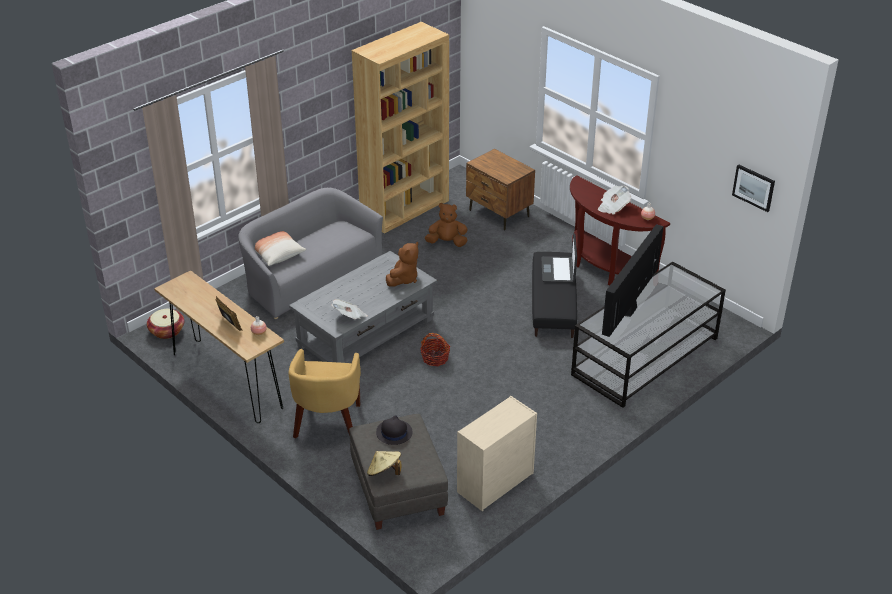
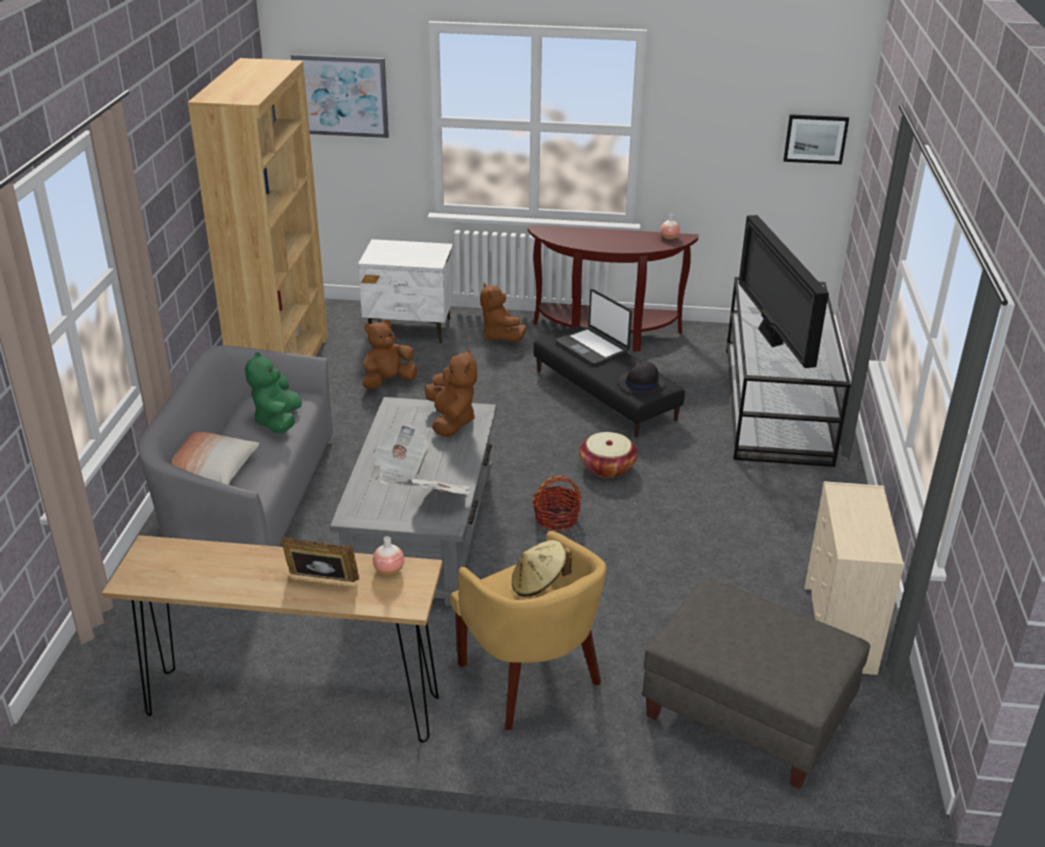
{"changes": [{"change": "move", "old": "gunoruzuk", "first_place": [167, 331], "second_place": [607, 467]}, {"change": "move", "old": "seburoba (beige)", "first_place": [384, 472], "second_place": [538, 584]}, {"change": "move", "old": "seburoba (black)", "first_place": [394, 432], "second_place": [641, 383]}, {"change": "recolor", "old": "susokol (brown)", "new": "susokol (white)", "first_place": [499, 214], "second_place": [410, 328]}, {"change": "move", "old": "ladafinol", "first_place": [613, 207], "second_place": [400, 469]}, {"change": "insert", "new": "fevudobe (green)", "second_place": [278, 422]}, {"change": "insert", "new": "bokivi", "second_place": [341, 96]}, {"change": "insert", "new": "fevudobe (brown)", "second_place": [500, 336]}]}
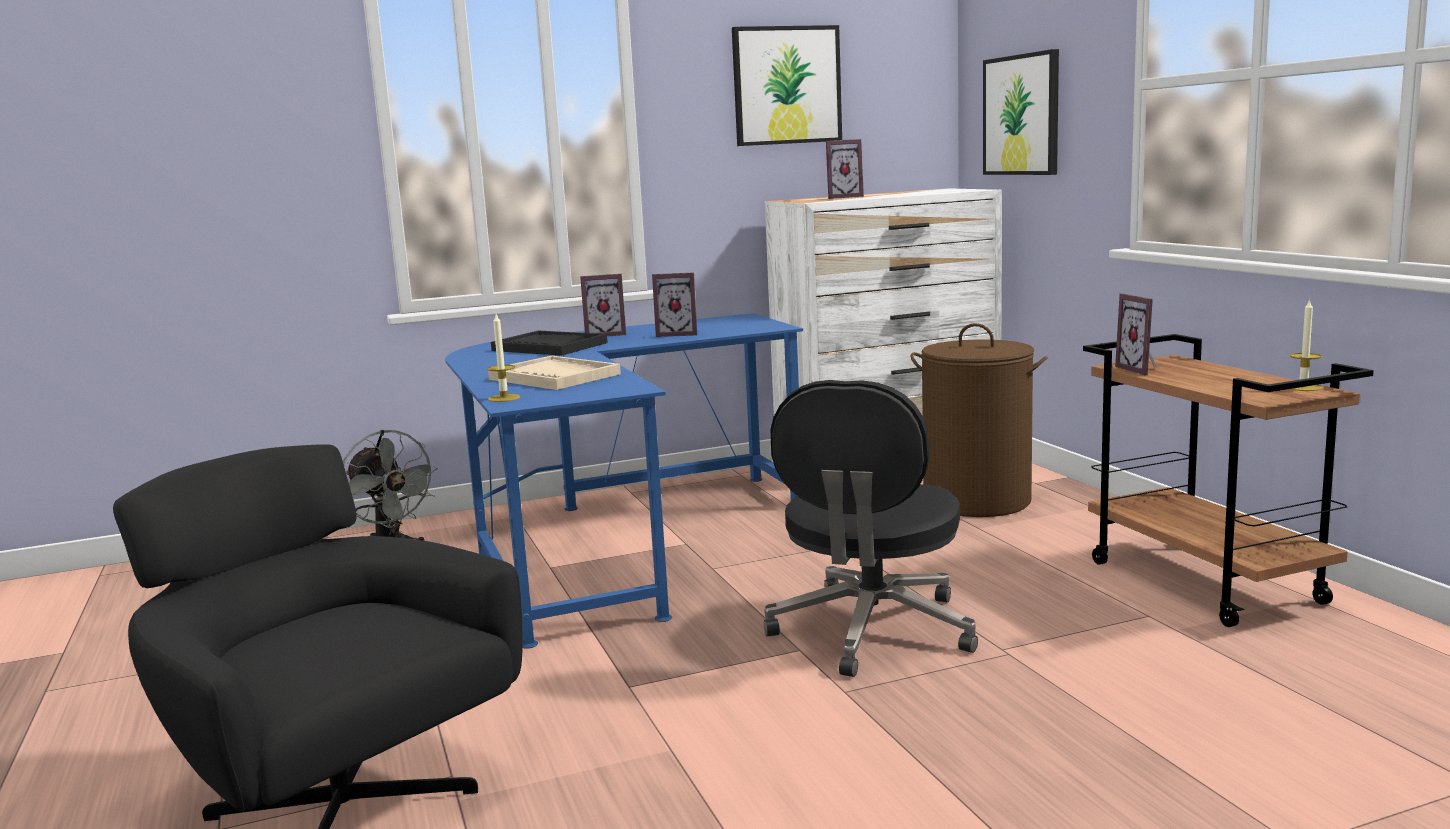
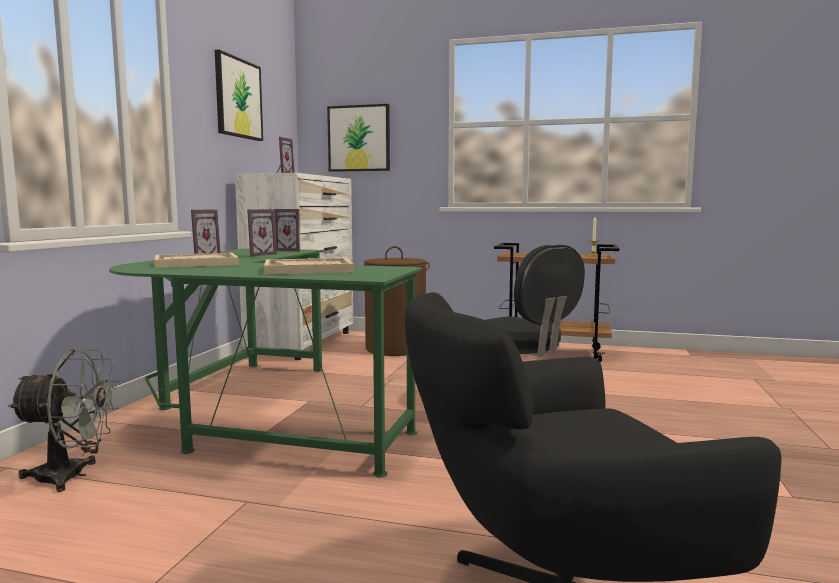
{"changes": [{"change": "recolor", "old": "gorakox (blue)", "new": "gorakox (green)", "first_place": [614, 542], "second_place": [259, 413]}, {"change": "delete", "old": "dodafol", "first_place": [504, 398]}, {"change": "recolor", "old": "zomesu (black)", "new": "zomesu (beige)", "first_place": [549, 347], "second_place": [196, 263]}, {"change": "move", "old": "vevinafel", "first_place": [1142, 369], "second_place": [291, 250]}]}
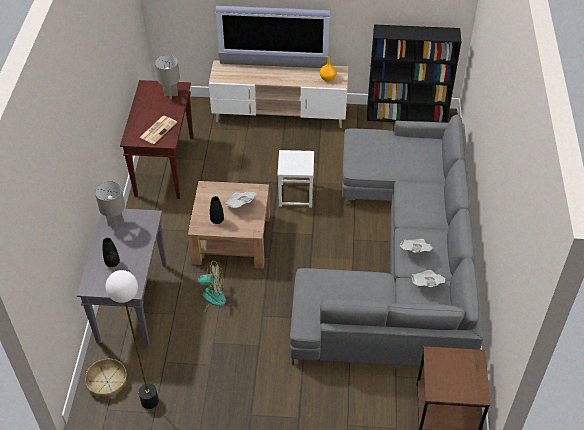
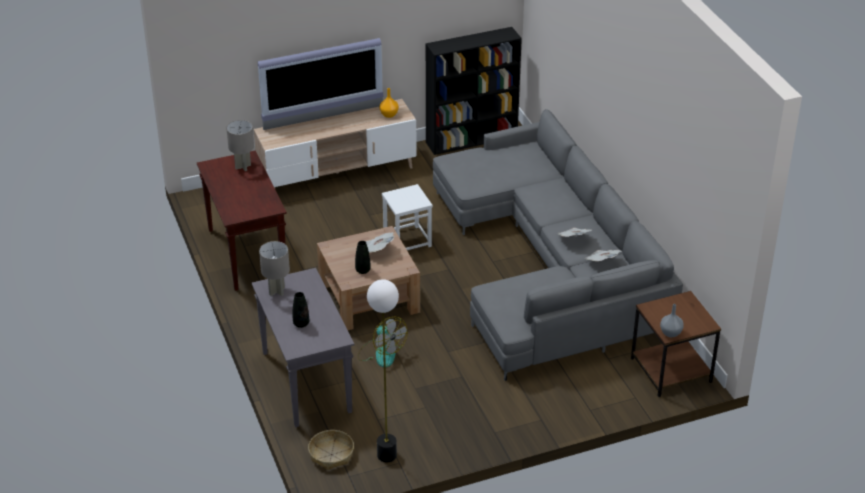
{"changes": [{"change": "delete", "old": "ladafinol", "first_place": [158, 129]}, {"change": "rotate", "old": "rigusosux", "first_place": [208, 296], "second_place": [381, 353], "degrees": 75}, {"change": "insert", "new": "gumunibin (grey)", "second_place": [670, 333]}]}
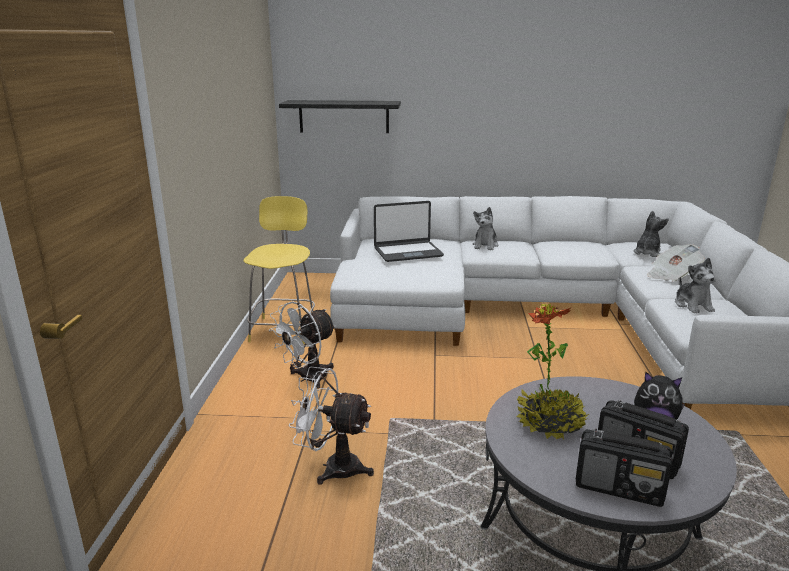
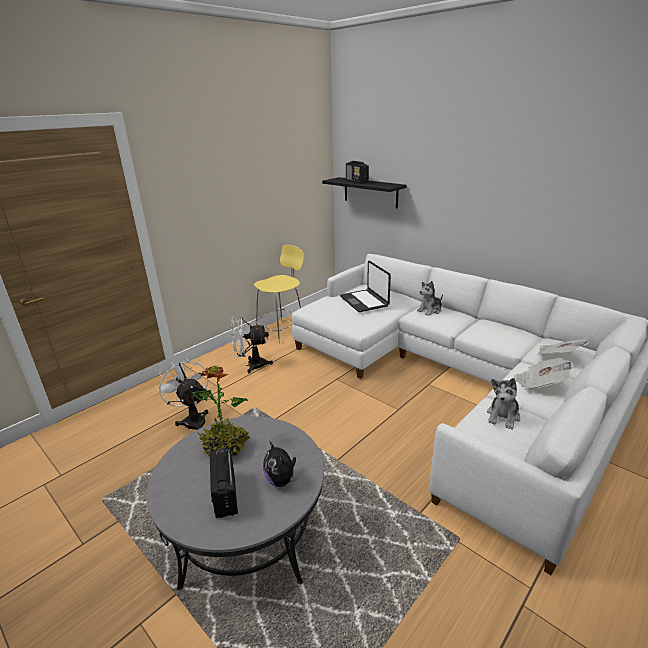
{"changes": [{"change": "rotate", "old": "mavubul", "first_place": [408, 252], "second_place": [364, 301], "degrees": 45}, {"change": "move", "old": "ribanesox", "first_place": [620, 488], "second_place": [357, 182]}, {"change": "replace", "old": "fevudobe", "new": "ladafinol", "first_place": [647, 253], "second_place": [558, 356]}]}
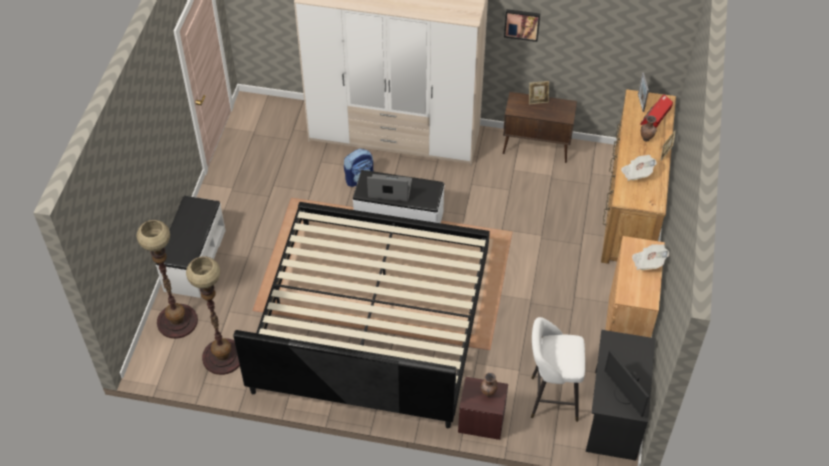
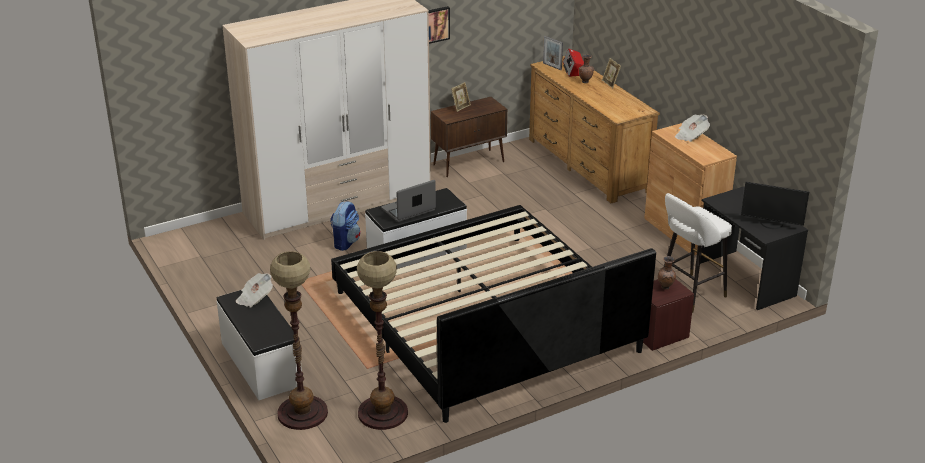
{"changes": [{"change": "move", "old": "ladafinol", "first_place": [637, 173], "second_place": [255, 298]}]}
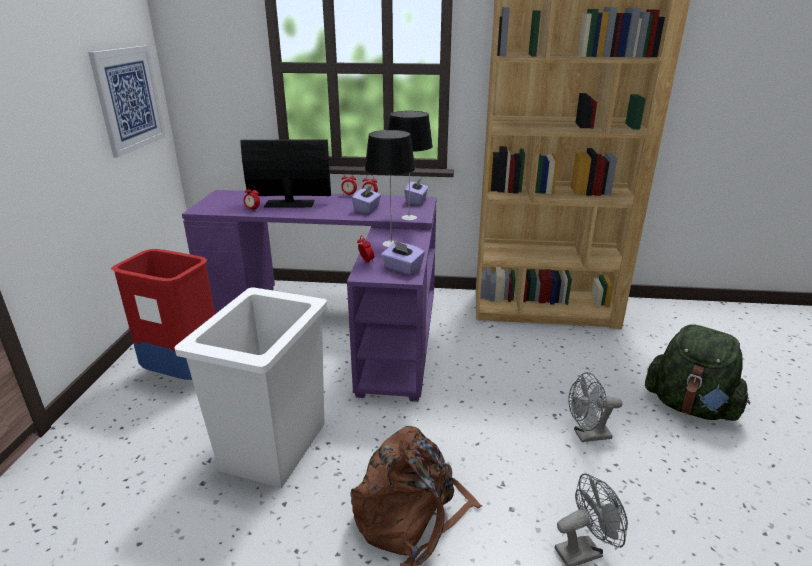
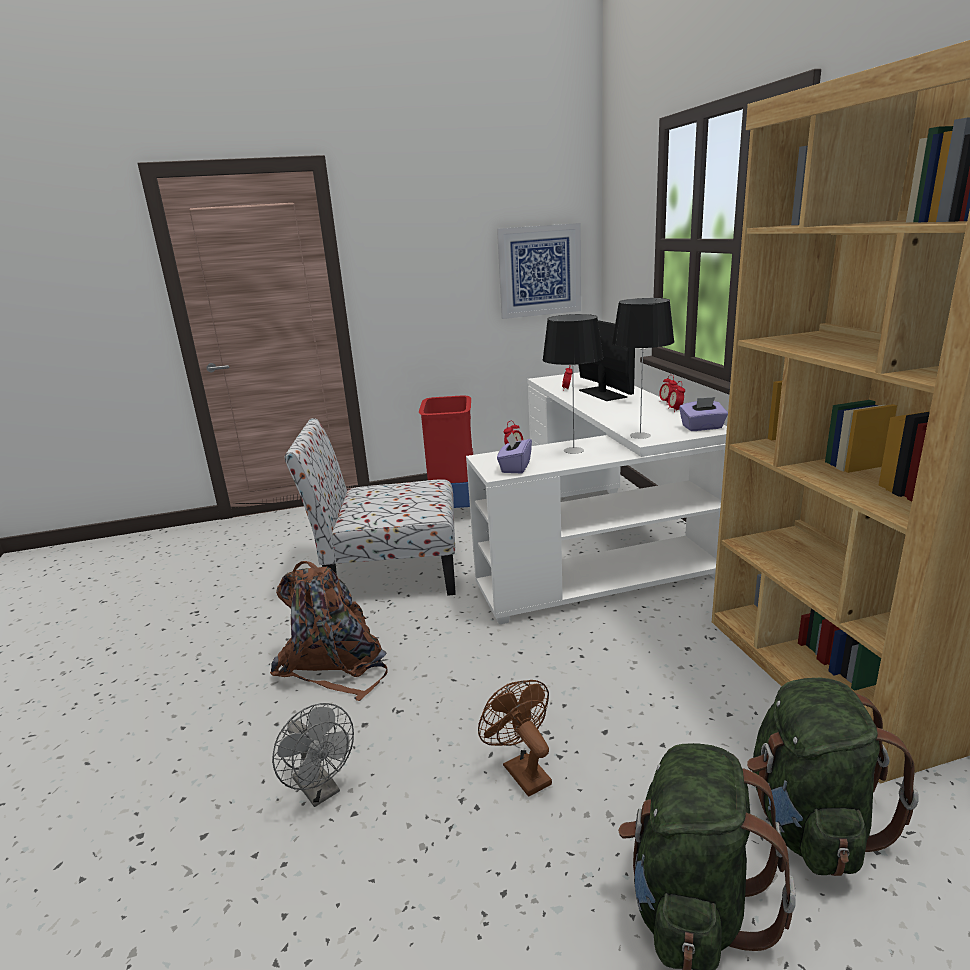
{"changes": [{"change": "replace", "old": "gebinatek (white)", "new": "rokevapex", "first_place": [272, 447], "second_place": [389, 573]}, {"change": "recolor", "old": "gorakox (purple)", "new": "gorakox (white)", "first_place": [340, 322], "second_place": [600, 541]}, {"change": "delete", "old": "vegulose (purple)", "first_place": [367, 209]}, {"change": "recolor", "old": "rigusosux (grey)", "new": "rigusosux (brown)", "first_place": [587, 435], "second_place": [521, 770]}, {"change": "insert", "new": "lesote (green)", "second_place": [809, 823]}]}
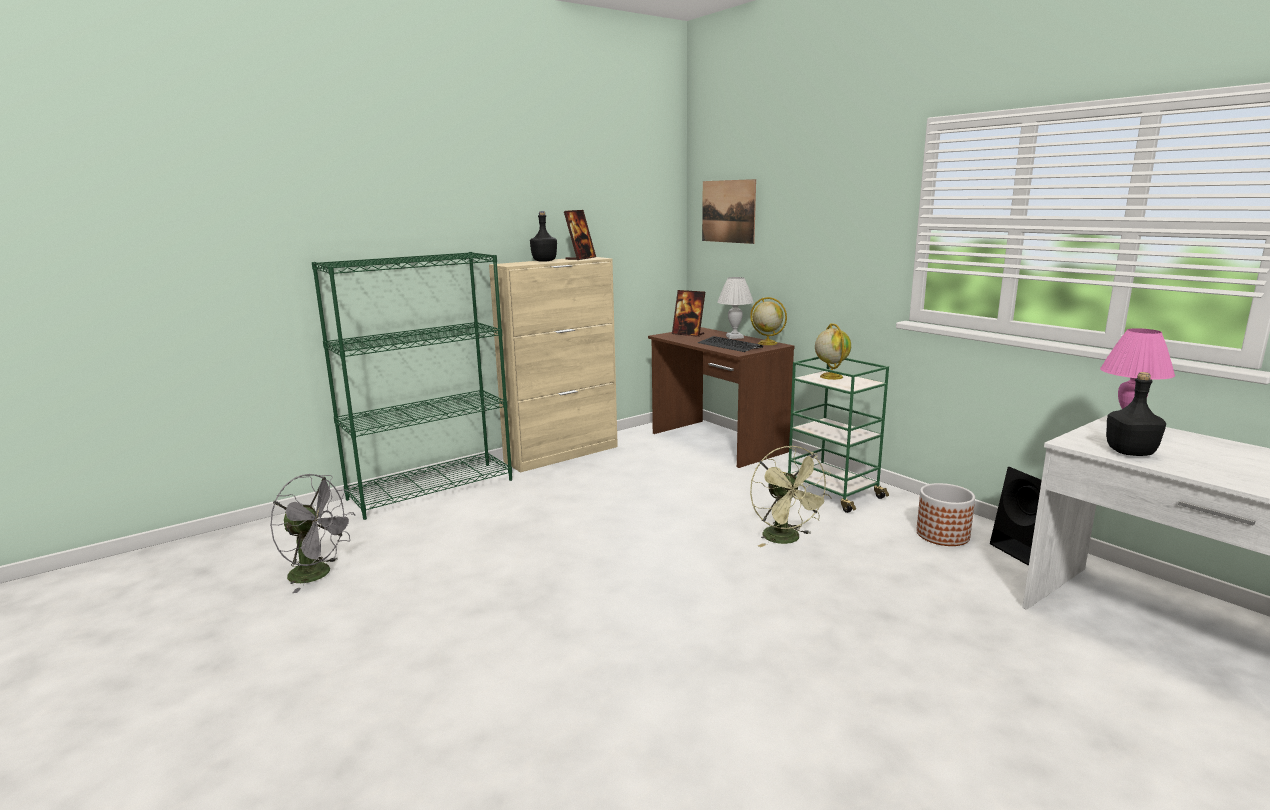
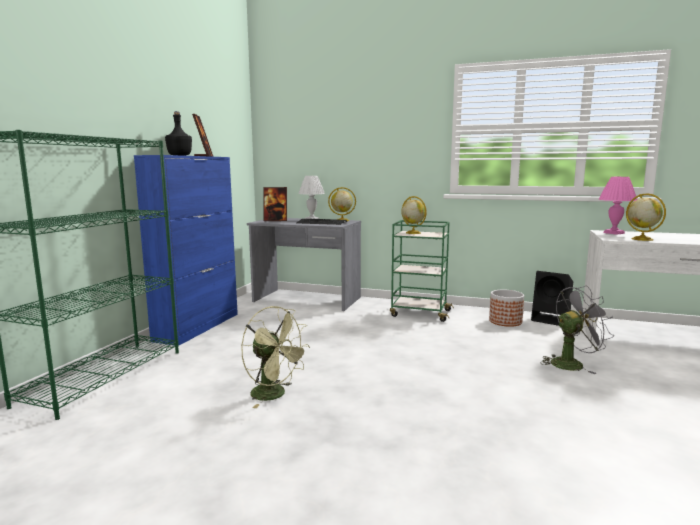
{"changes": [{"change": "move", "old": "rigusosux (grey)", "first_place": [318, 574], "second_place": [572, 363]}, {"change": "recolor", "old": "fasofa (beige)", "new": "fasofa (blue)", "first_place": [562, 454], "second_place": [198, 326]}, {"change": "recolor", "old": "gorakox (brown)", "new": "gorakox (grey)", "first_place": [717, 442], "second_place": [307, 300]}, {"change": "delete", "old": "bokivi", "first_place": [728, 211]}, {"change": "move", "old": "rigusosux (green)", "first_place": [787, 539], "second_place": [275, 395]}, {"change": "replace", "old": "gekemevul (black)", "new": "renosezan", "first_place": [1129, 452], "second_place": [641, 239]}]}
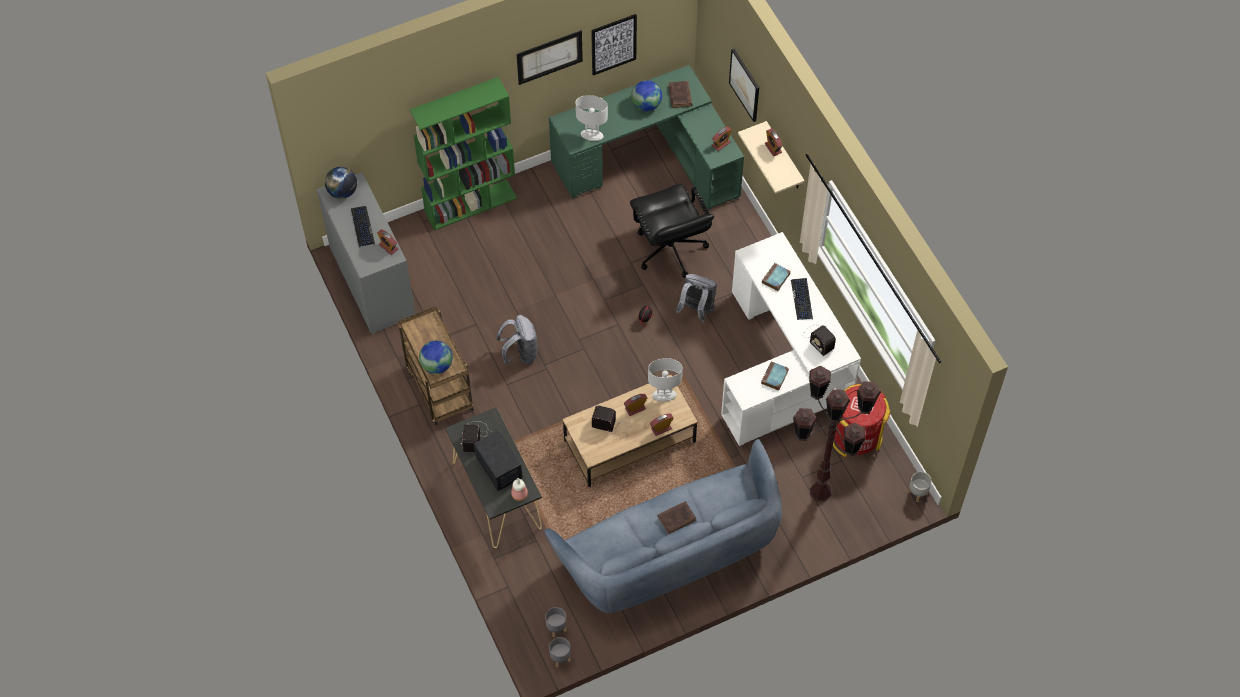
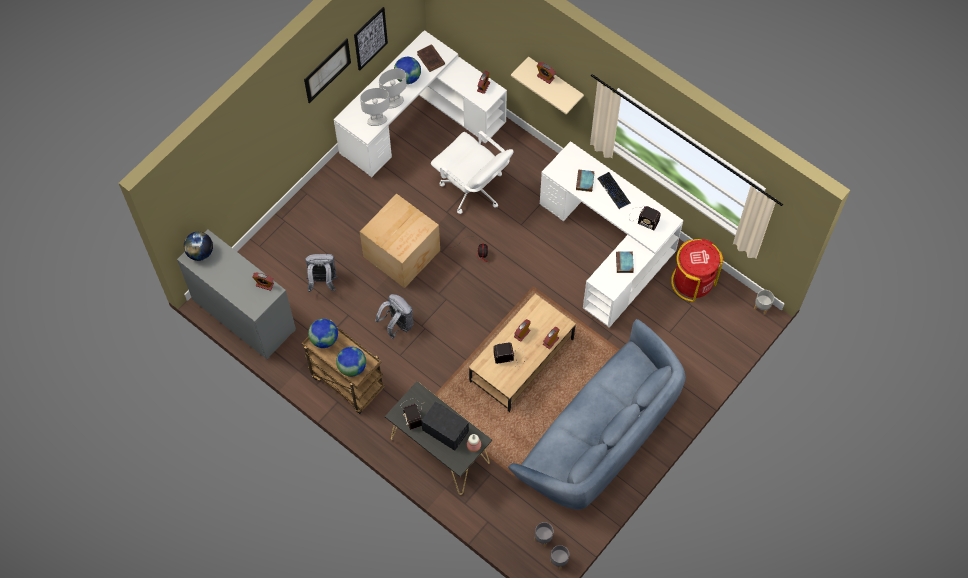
{"changes": [{"change": "delete", "old": "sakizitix", "first_place": [362, 227]}, {"change": "delete", "old": "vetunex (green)", "first_place": [471, 204]}, {"change": "recolor", "old": "gorakox (green)", "new": "gorakox (white)", "first_place": [651, 161], "second_place": [419, 121]}, {"change": "recolor", "old": "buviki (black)", "new": "buviki (white)", "first_place": [670, 250], "second_place": [472, 189]}, {"change": "move", "old": "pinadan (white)", "first_place": [664, 395], "second_place": [394, 102]}, {"change": "delete", "old": "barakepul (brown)", "first_place": [677, 518]}, {"change": "move", "old": "lesote (grey)", "first_place": [696, 310], "second_place": [323, 281]}, {"change": "delete", "old": "bokivi", "first_place": [745, 84]}, {"change": "delete", "old": "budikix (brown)", "first_place": [820, 492]}, {"change": "insert", "new": "renosezan", "second_place": [324, 339]}, {"change": "insert", "new": "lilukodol", "second_place": [403, 253]}]}
